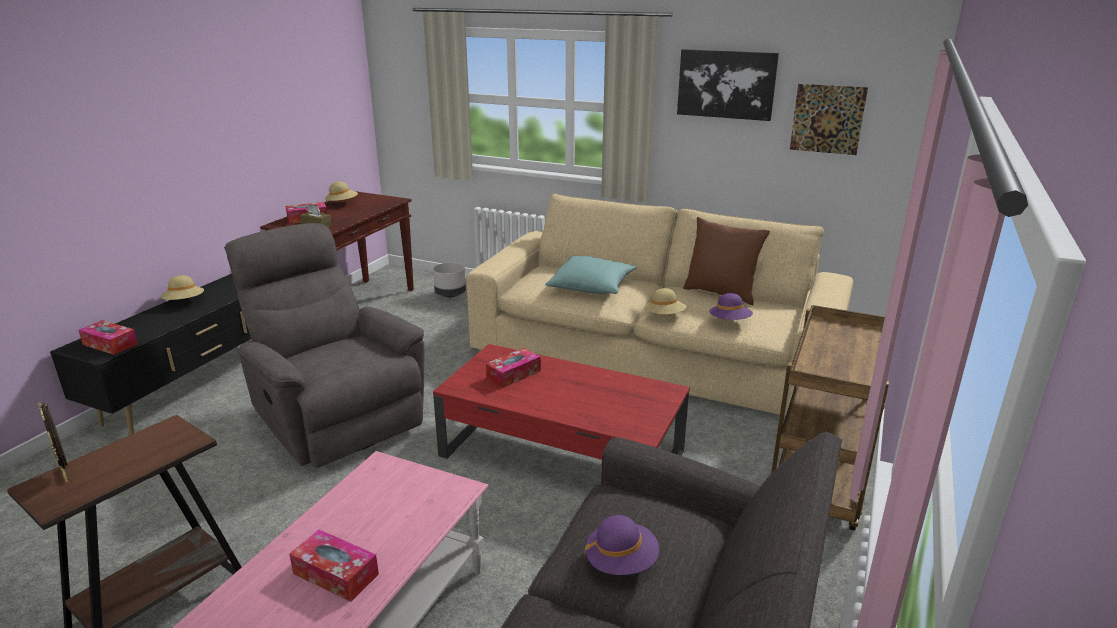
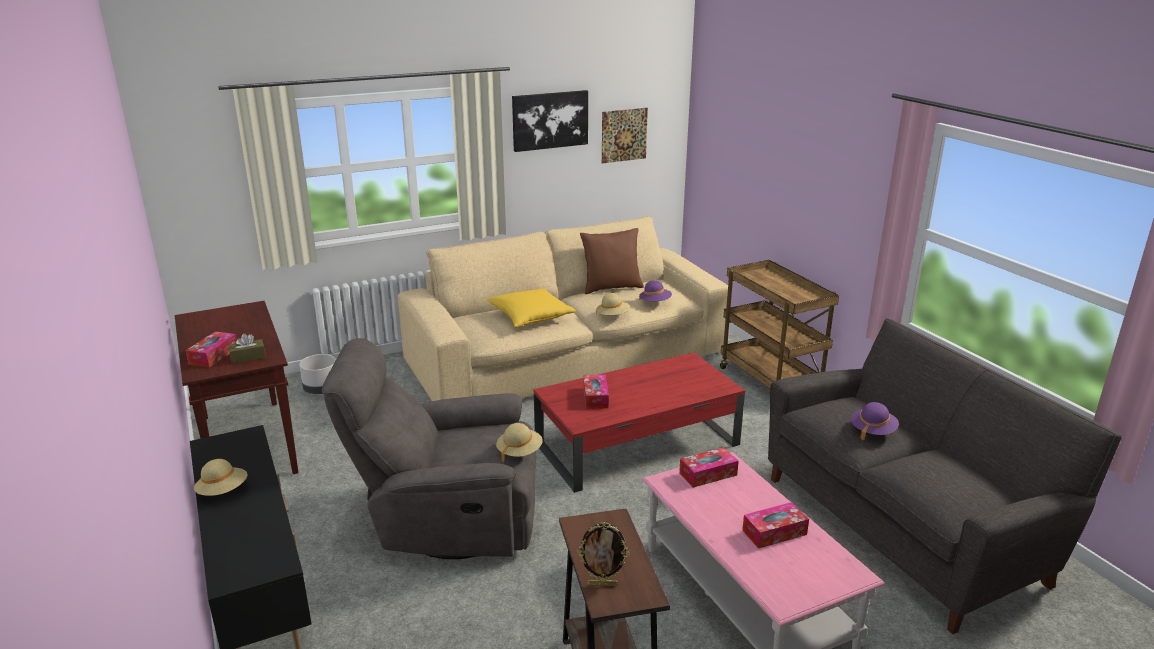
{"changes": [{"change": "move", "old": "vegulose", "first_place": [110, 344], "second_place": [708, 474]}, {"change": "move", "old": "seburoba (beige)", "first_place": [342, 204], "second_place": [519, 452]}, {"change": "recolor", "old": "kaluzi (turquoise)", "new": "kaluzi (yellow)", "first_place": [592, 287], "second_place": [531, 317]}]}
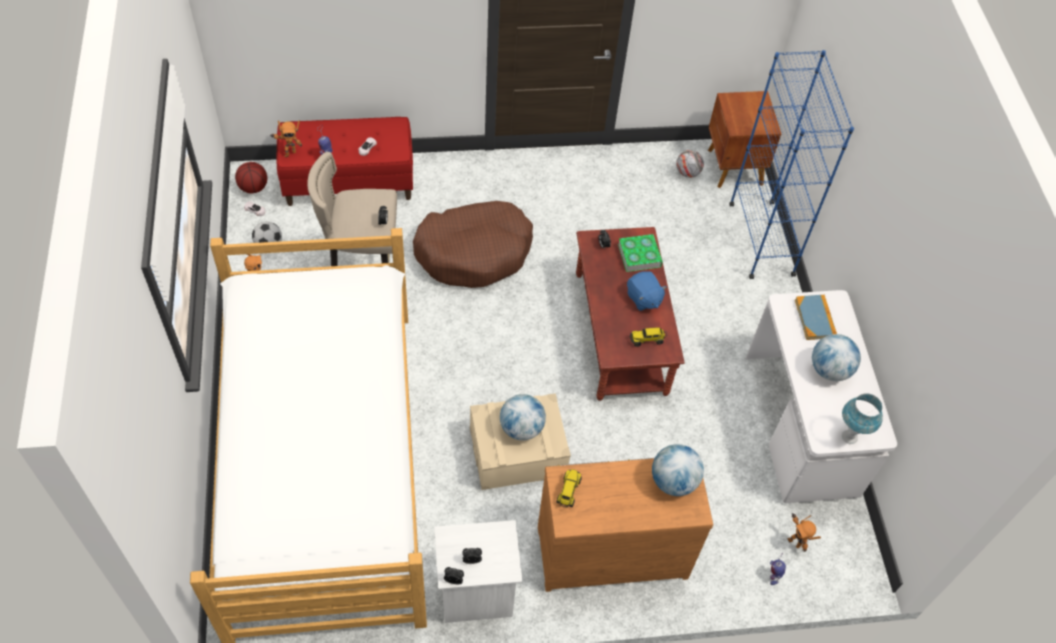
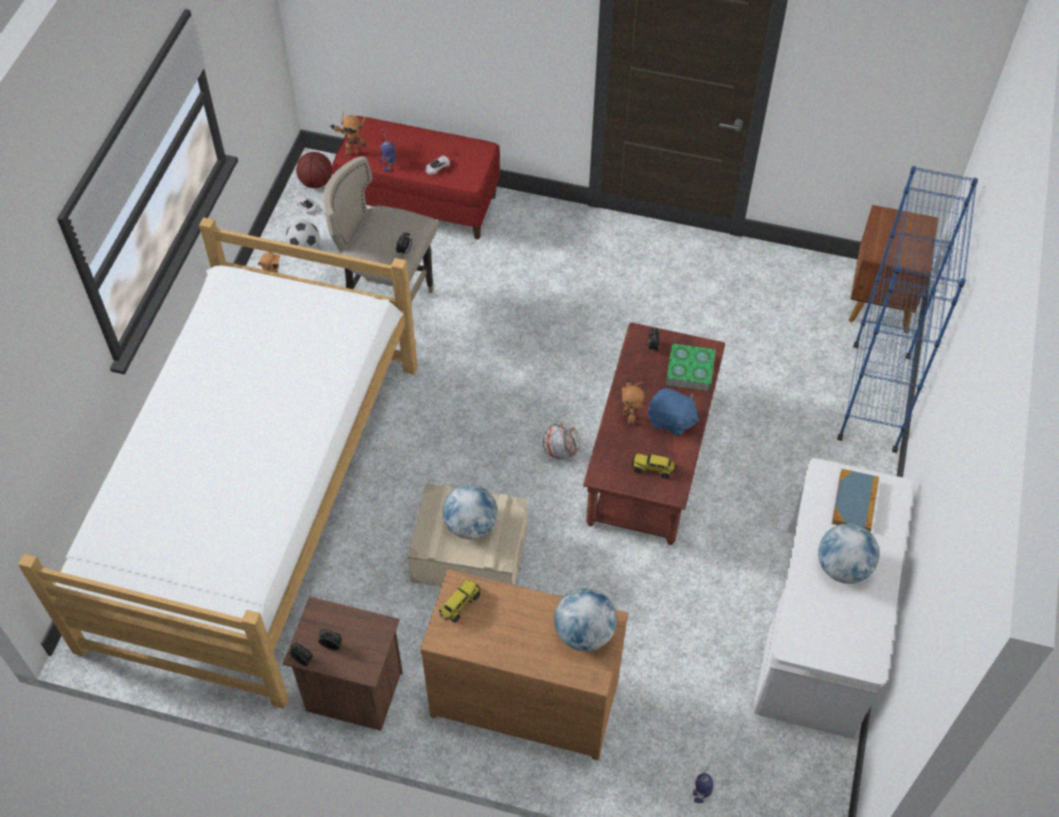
{"changes": [{"change": "delete", "old": "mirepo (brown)", "first_place": [474, 252]}, {"change": "recolor", "old": "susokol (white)", "new": "susokol (brown)", "first_place": [476, 595], "second_place": [353, 693]}, {"change": "rotate", "old": "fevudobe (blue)", "first_place": [643, 298], "second_place": [671, 421], "degrees": -60}, {"change": "move", "old": "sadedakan", "first_place": [687, 172], "second_place": [561, 450]}, {"change": "move", "old": "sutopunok", "first_place": [794, 541], "second_place": [629, 417]}, {"change": "delete", "old": "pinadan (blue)", "first_place": [849, 437]}]}
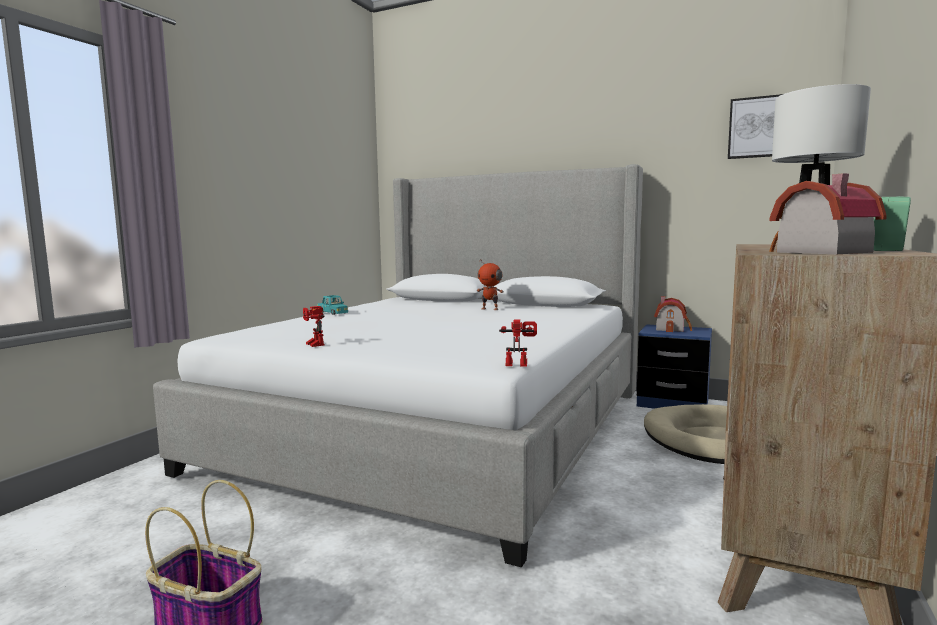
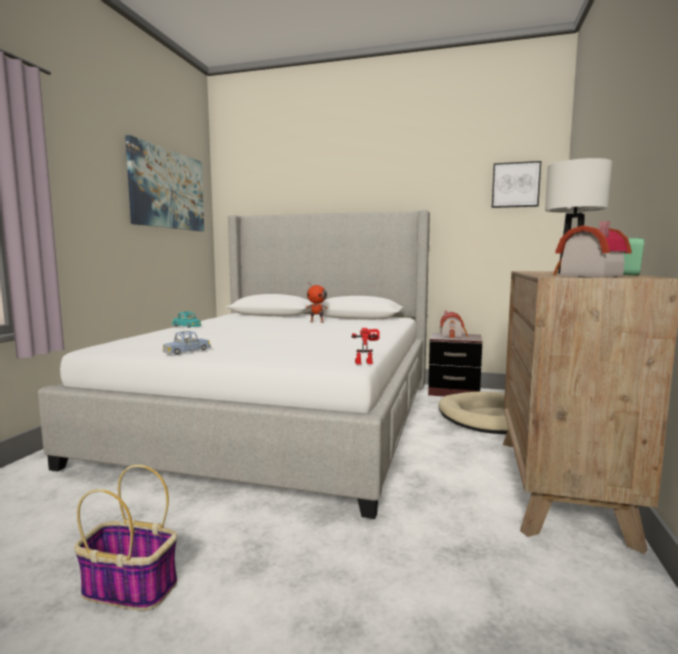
{"changes": [{"change": "replace", "old": "sutopunok", "new": "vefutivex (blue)", "first_place": [312, 344], "second_place": [187, 351]}, {"change": "recolor", "old": "susokol (blue)", "new": "susokol (brown)", "first_place": [672, 403], "second_place": [454, 392]}, {"change": "insert", "new": "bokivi", "second_place": [167, 189]}]}
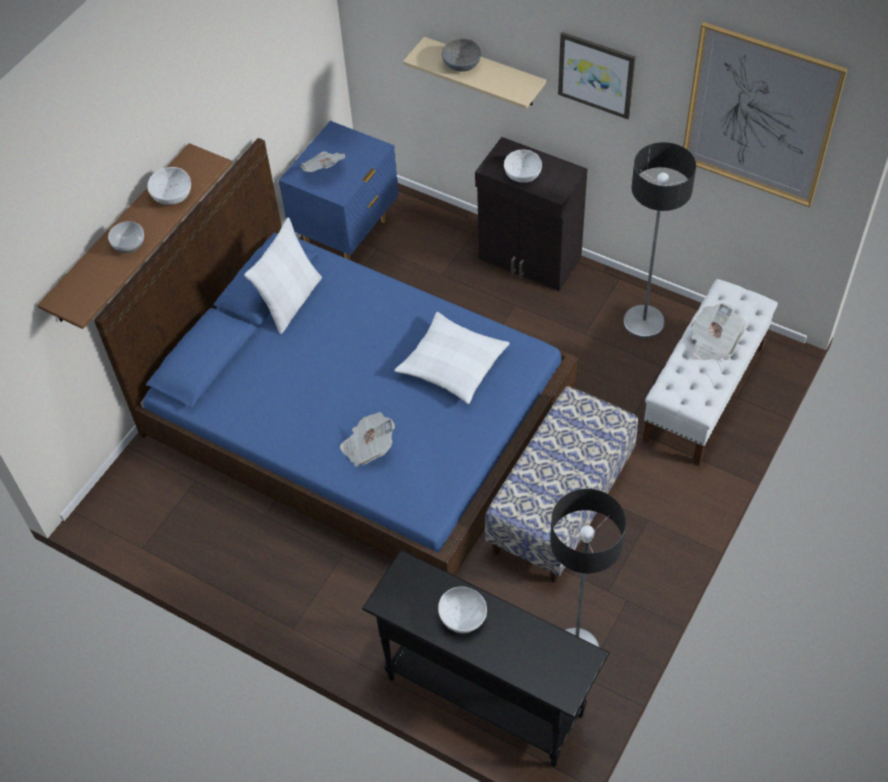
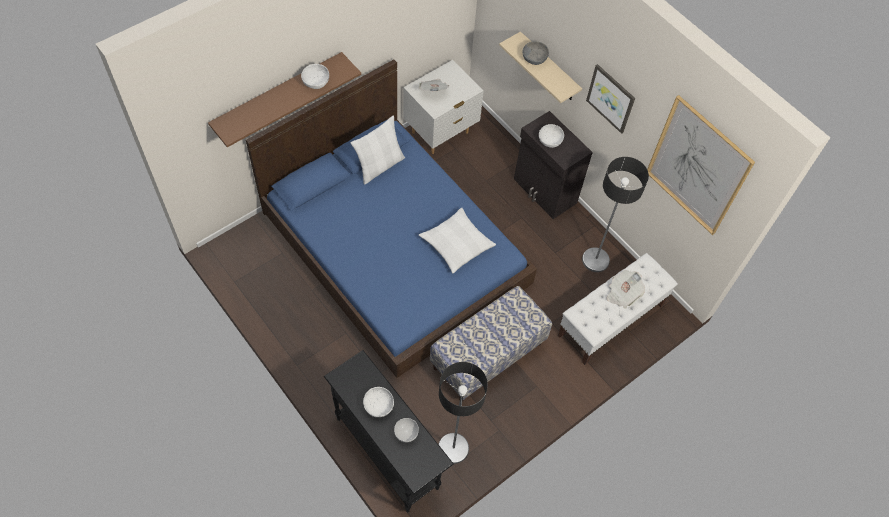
{"changes": [{"change": "move", "old": "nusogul", "first_place": [129, 245], "second_place": [406, 433]}, {"change": "recolor", "old": "susokol (blue)", "new": "susokol (white)", "first_place": [347, 235], "second_place": [440, 133]}, {"change": "delete", "old": "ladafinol", "first_place": [368, 447]}]}
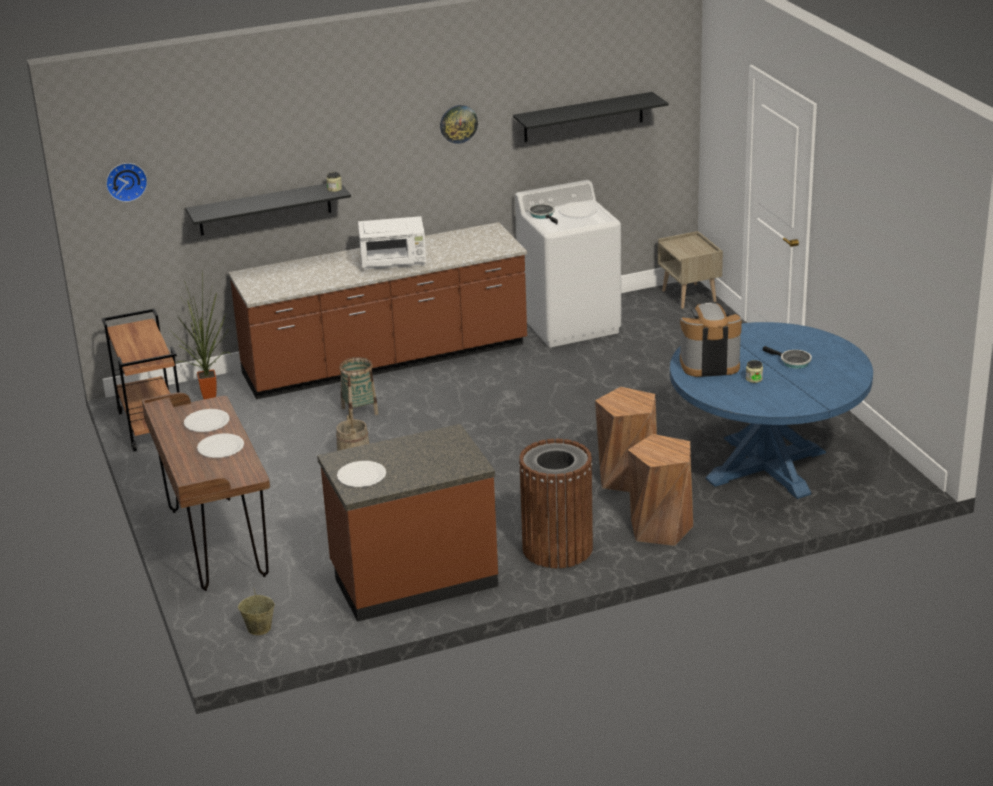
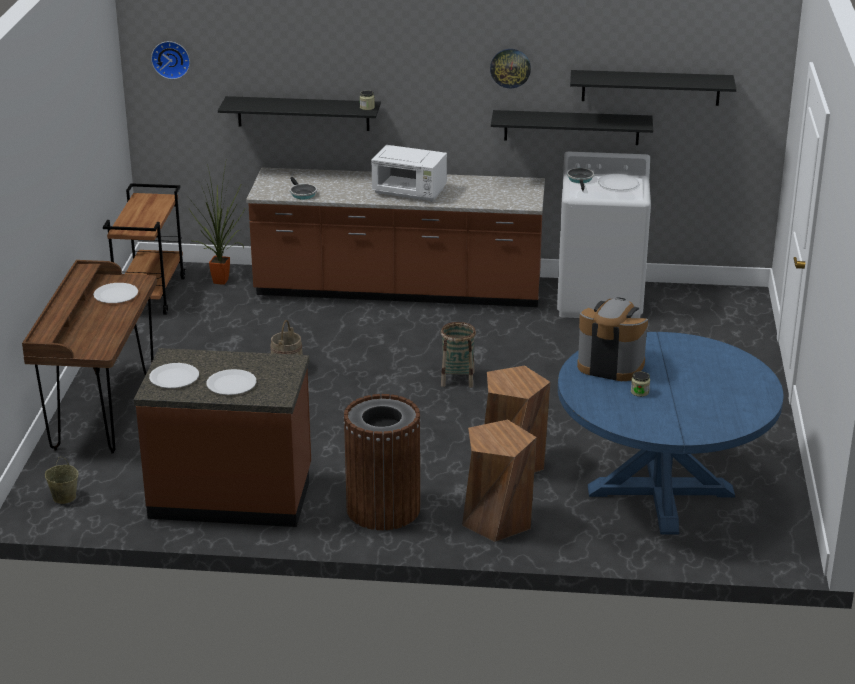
{"changes": [{"change": "move", "old": "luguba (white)", "first_place": [221, 447], "second_place": [231, 384]}, {"change": "move", "old": "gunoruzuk", "first_place": [360, 411], "second_place": [457, 379]}, {"change": "delete", "old": "susokol (beige)", "first_place": [689, 296]}, {"change": "move", "old": "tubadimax", "first_place": [793, 362], "second_place": [302, 194]}, {"change": "insert", "new": "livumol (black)", "second_place": [571, 127]}]}
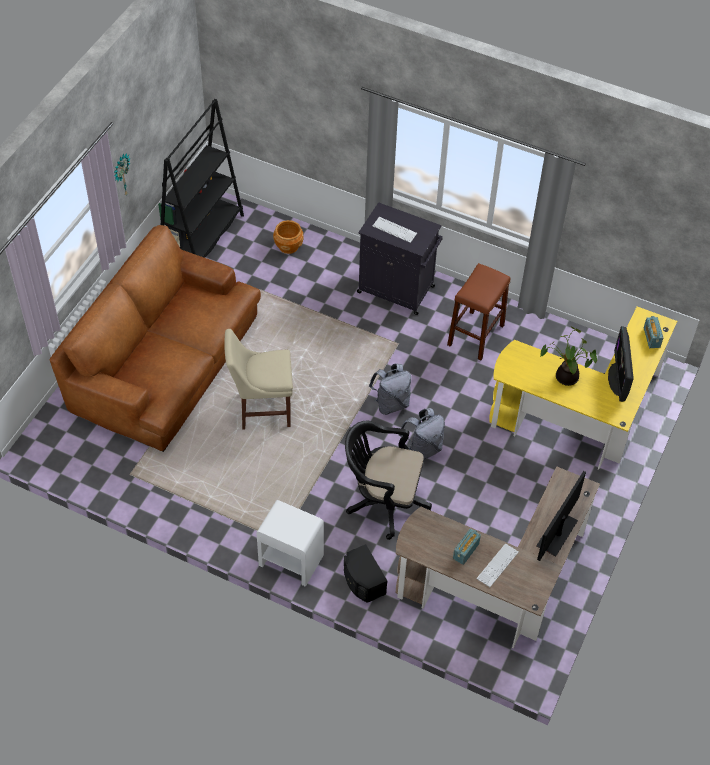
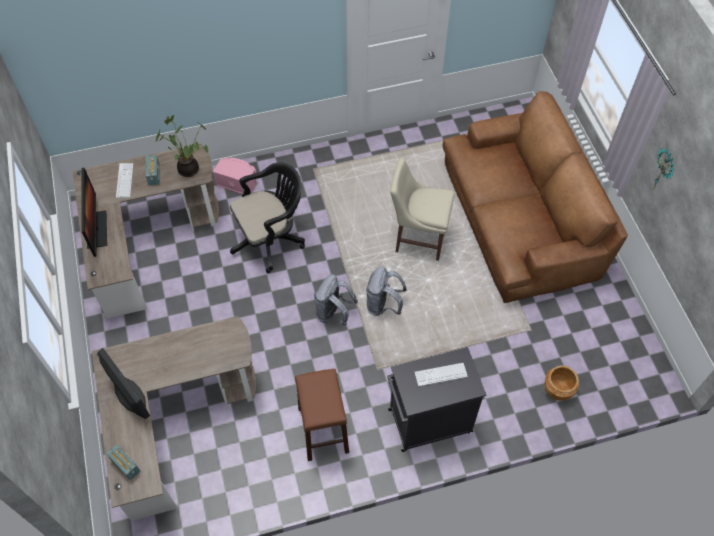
{"changes": [{"change": "delete", "old": "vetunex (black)", "first_place": [202, 238]}, {"change": "rotate", "old": "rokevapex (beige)", "first_place": [261, 410], "second_place": [417, 238], "degrees": -120}, {"change": "delete", "old": "susokol (white)", "first_place": [290, 560]}, {"change": "recolor", "old": "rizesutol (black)", "new": "rizesutol (pink)", "first_place": [362, 581], "second_place": [237, 182]}, {"change": "move", "old": "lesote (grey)", "first_place": [422, 449], "second_place": [383, 305]}, {"change": "recolor", "old": "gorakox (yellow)", "new": "gorakox (brown)", "first_place": [582, 417], "second_place": [173, 420]}, {"change": "move", "old": "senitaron", "first_place": [565, 378], "second_place": [189, 168]}]}
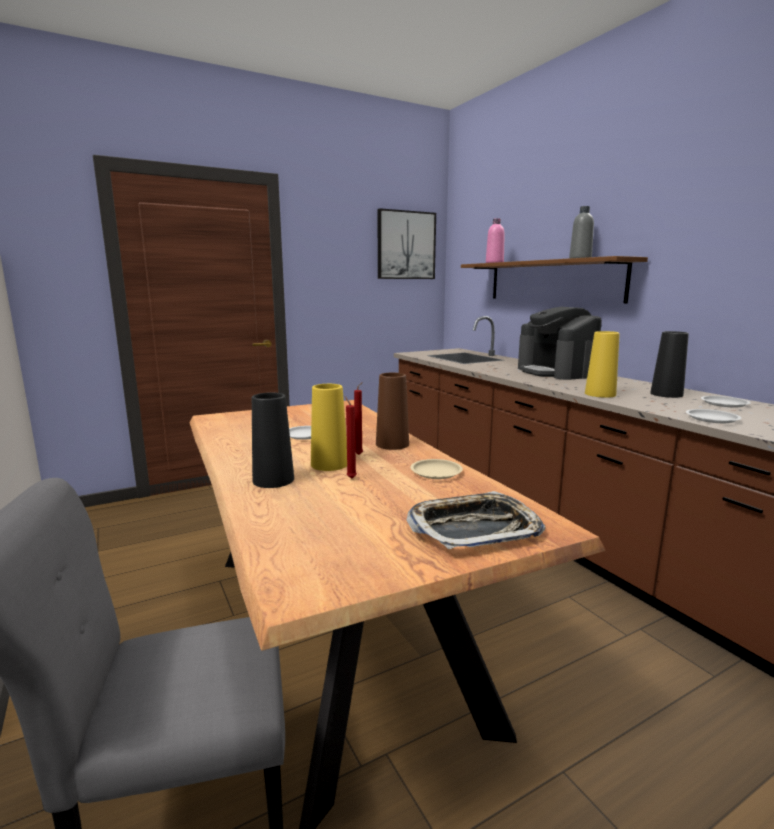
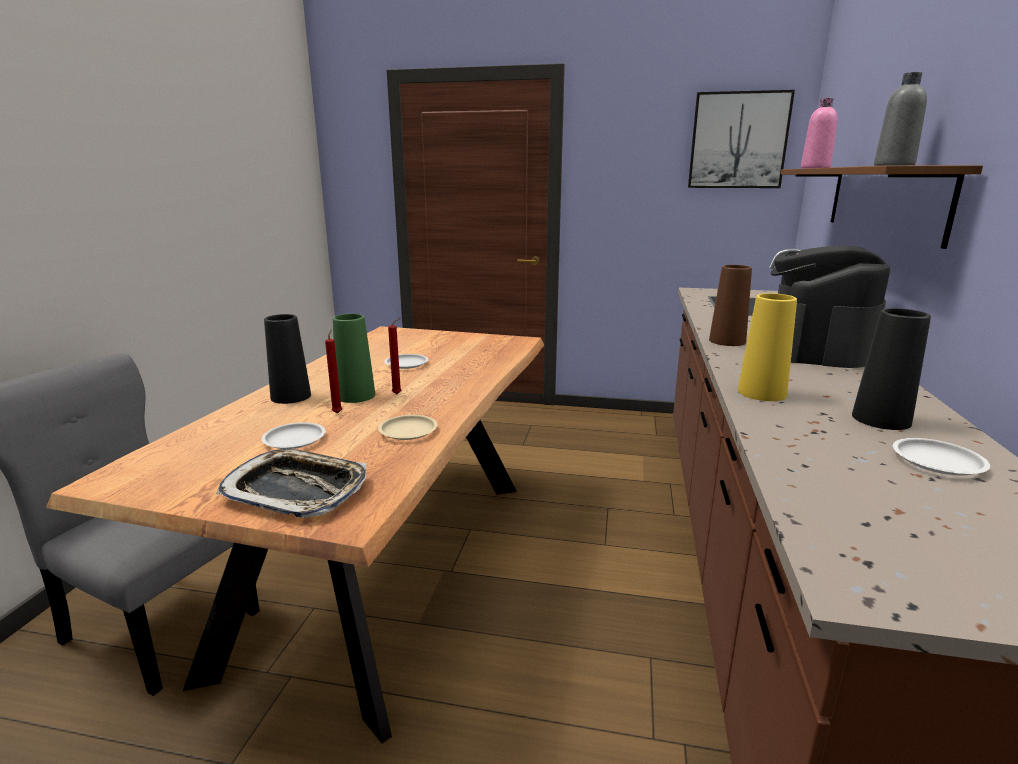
{"changes": [{"change": "recolor", "old": "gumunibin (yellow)", "new": "gumunibin (green)", "first_place": [329, 464], "second_place": [355, 396]}, {"change": "move", "old": "gumunibin (brown)", "first_place": [392, 444], "second_place": [727, 341]}, {"change": "move", "old": "luguba (white)", "first_place": [712, 419], "second_place": [294, 440]}]}
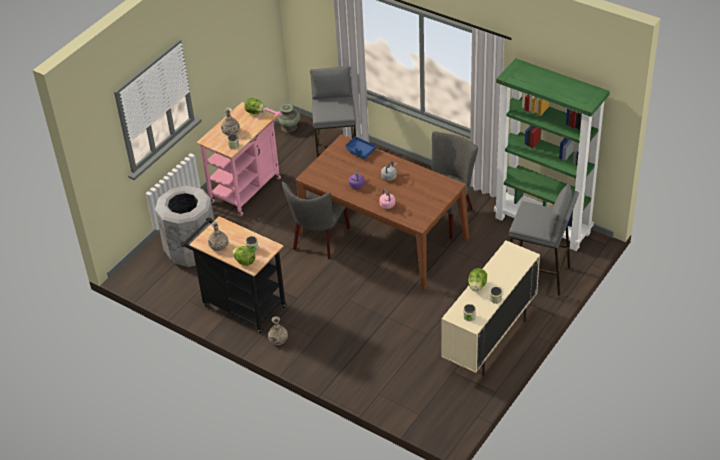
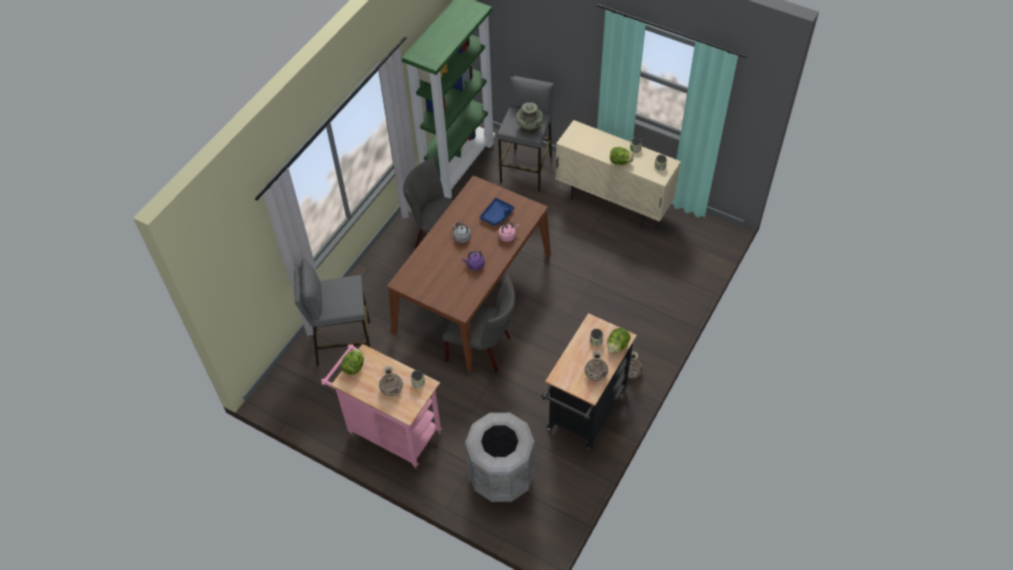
{"changes": [{"change": "move", "old": "gumunibin (turquoise)", "first_place": [289, 127], "second_place": [529, 127]}, {"change": "move", "old": "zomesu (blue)", "first_place": [360, 151], "second_place": [497, 215]}]}
